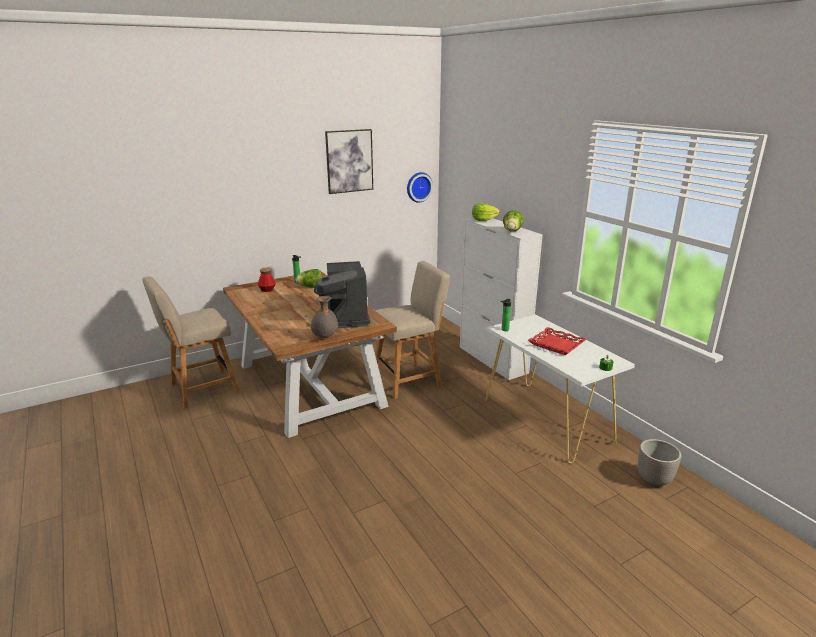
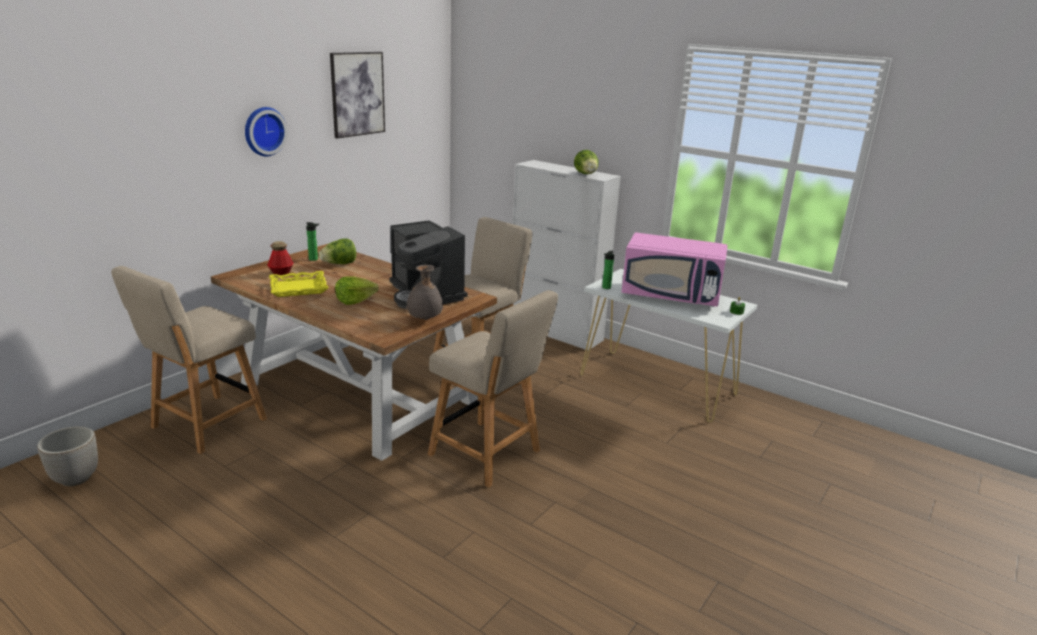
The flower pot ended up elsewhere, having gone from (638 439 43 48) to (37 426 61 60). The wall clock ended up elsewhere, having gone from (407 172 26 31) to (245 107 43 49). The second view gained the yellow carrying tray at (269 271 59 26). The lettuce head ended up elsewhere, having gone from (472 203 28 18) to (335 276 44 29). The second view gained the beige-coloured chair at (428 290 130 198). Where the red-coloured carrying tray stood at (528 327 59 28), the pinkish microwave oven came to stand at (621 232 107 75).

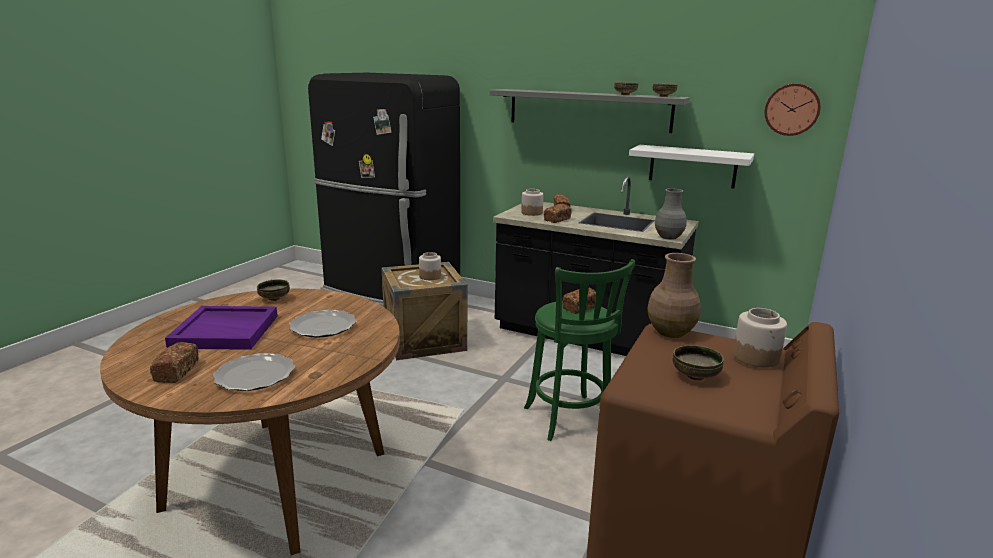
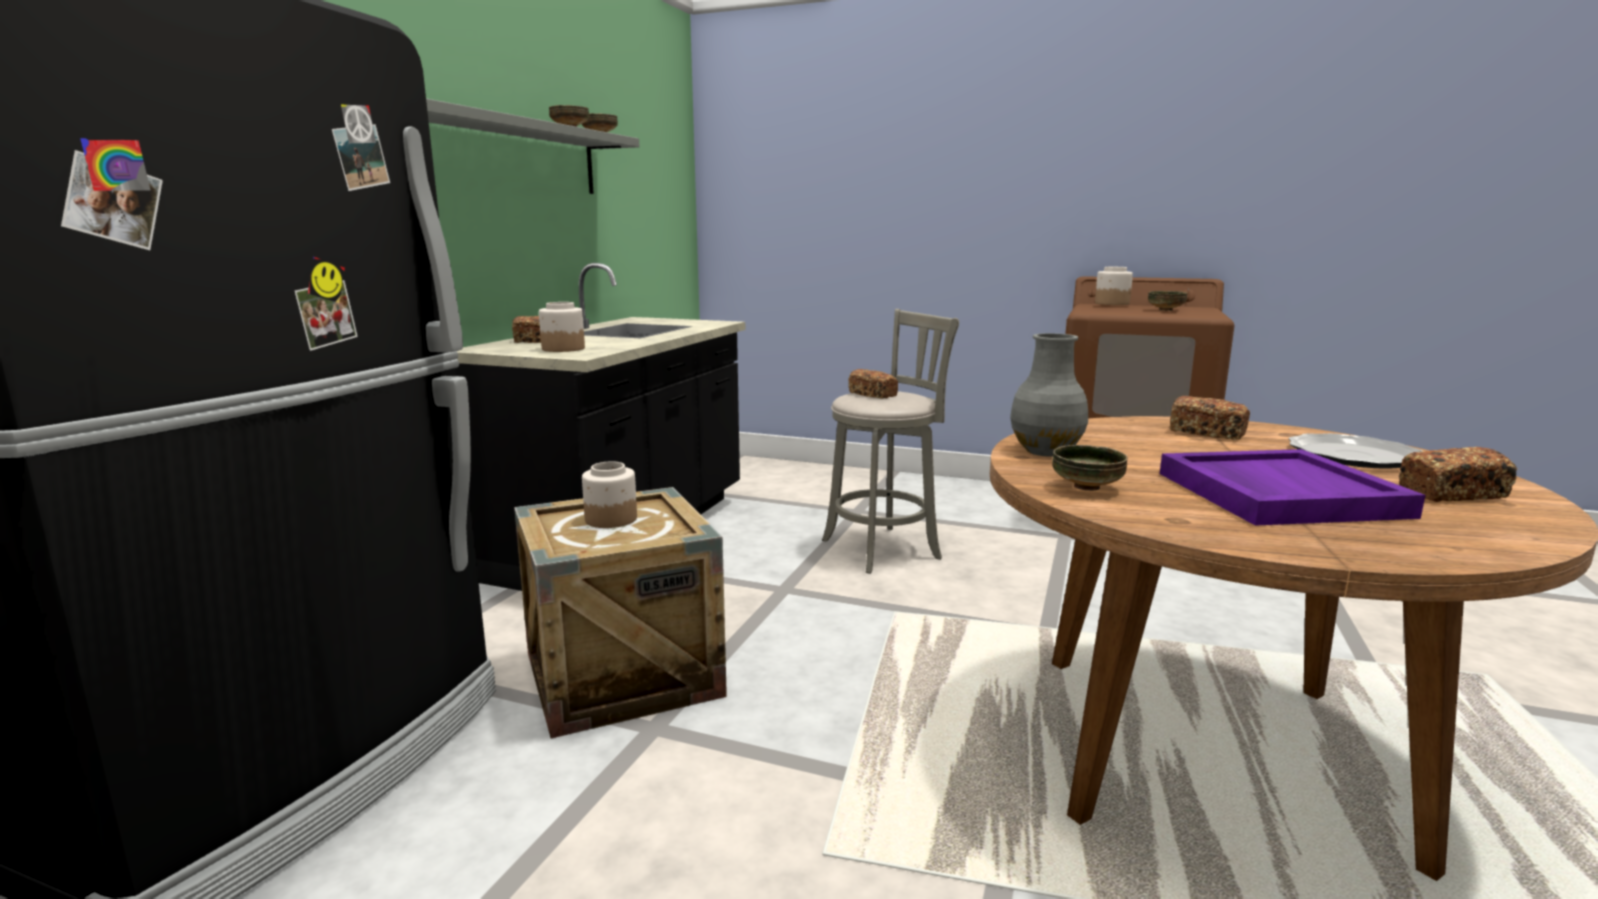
What was the green-coloured stool at (524 259 111 182) turned into the greyish stool at (822 309 137 265). The greyish decorative vase ended up elsewhere, having gone from (655 188 32 52) to (1010 333 78 124). The baked bread ended up elsewhere, having gone from (544 204 28 19) to (1170 396 80 44). The second view lost the dinner plate at (289 309 67 29). The second view lost the white-coloured bracket shelf at (629 145 125 44). The second view lost the brown-coloured decorative vase at (647 253 54 85). The second view lost the wall clock at (765 83 56 53).

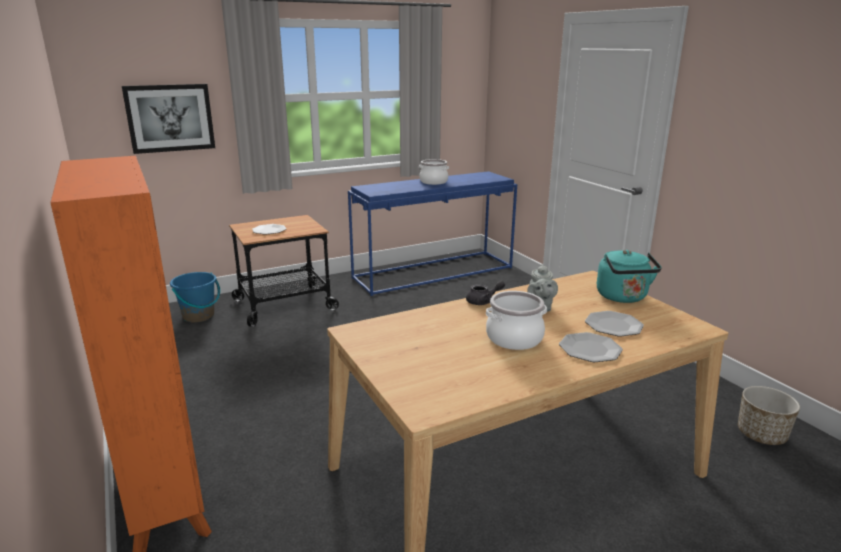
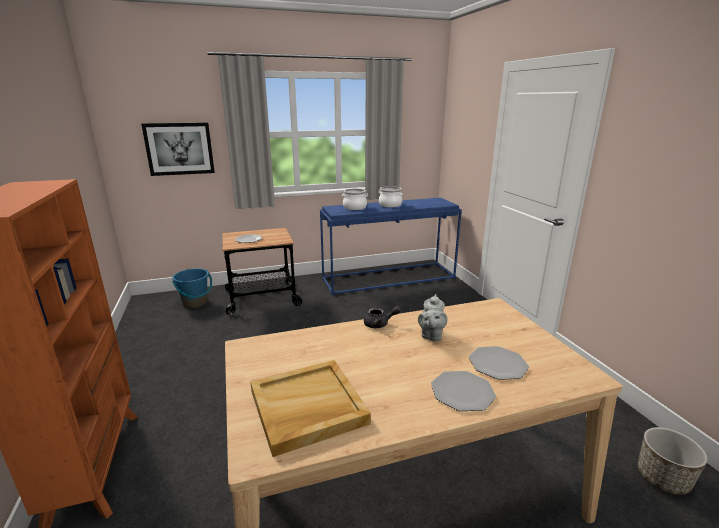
The second view gained the beige-coloured carrying tray at (250 360 121 97). The cooking pot ended up elsewhere, having gone from (486 291 61 59) to (342 188 26 22). The second view lost the turquoise-coloured kettle at (597 250 65 53).

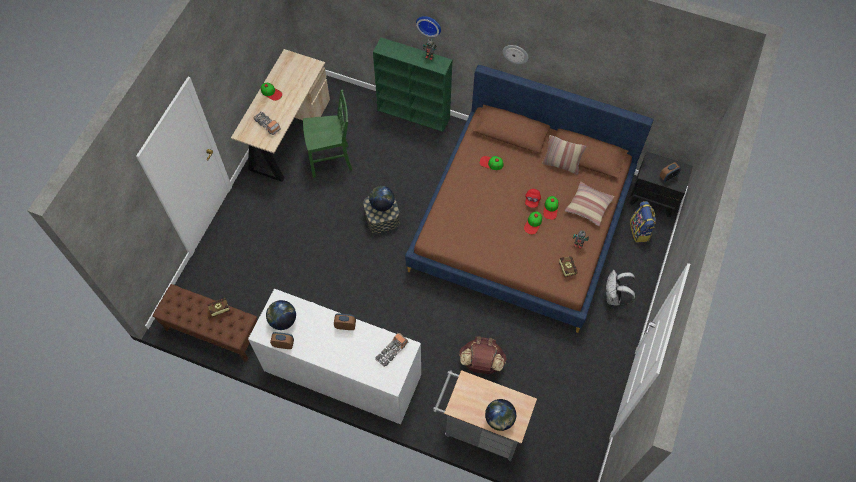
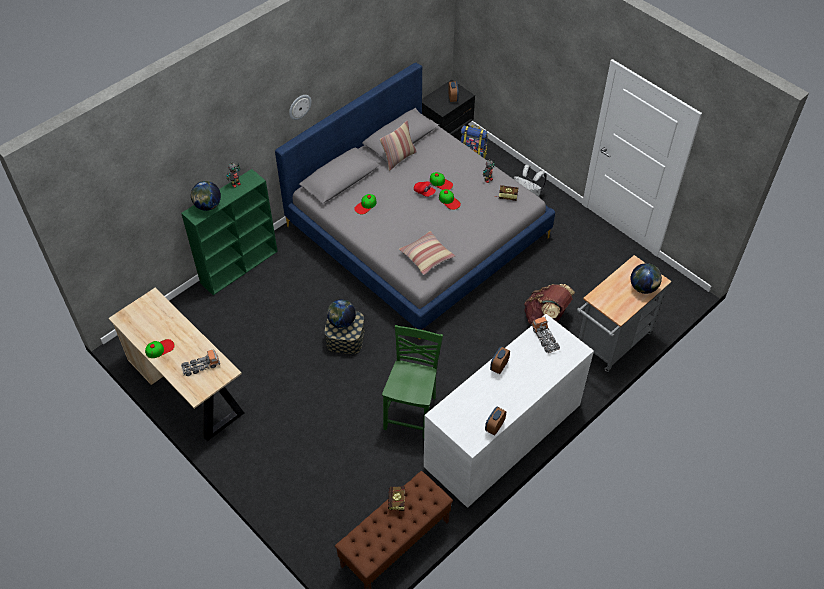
The desk globe ended up elsewhere, having gone from (266 300 30 30) to (191 181 30 30). What was the brown-coloured bedroom bed at (405 65 248 268) turned into the greyish bedroom bed at (275 63 280 277). The green-coloured chair ended up elsewhere, having gone from (303 89 49 89) to (382 325 61 114). The pillow ended up elsewhere, having gone from (565 182 49 44) to (399 231 56 44). The second view lost the wall clock at (416 16 25 21).

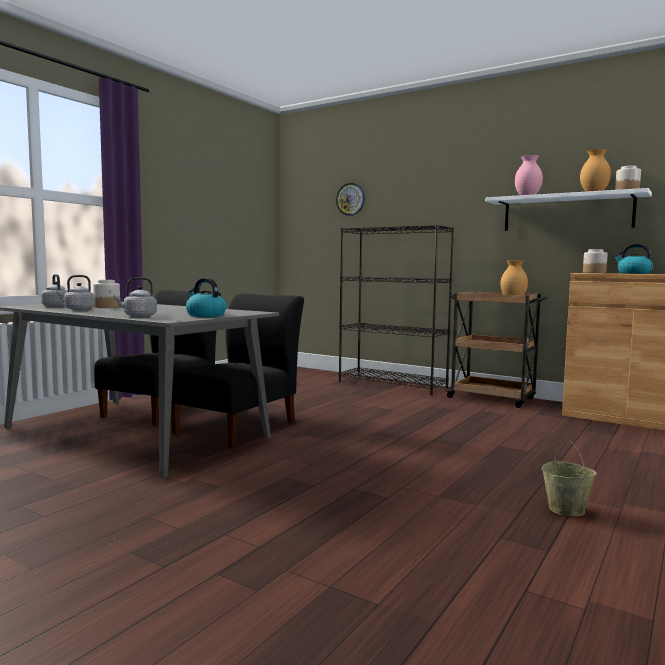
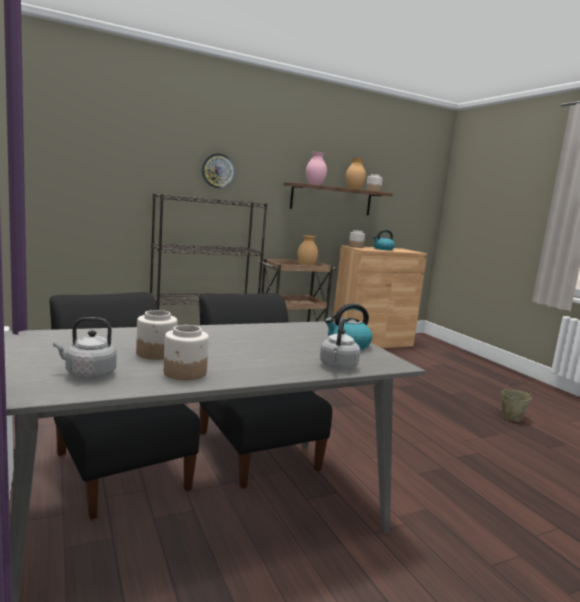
Where the greyish kettle stood at (56 275 39 35), the storage jar came to stand at (164 325 45 55). The wall clock ended up elsewhere, having gone from (336 183 29 33) to (202 153 33 36). What was the white-coloured bracket shelf at (485 188 167 43) turned into the brown-coloured bracket shelf at (283 182 110 33).

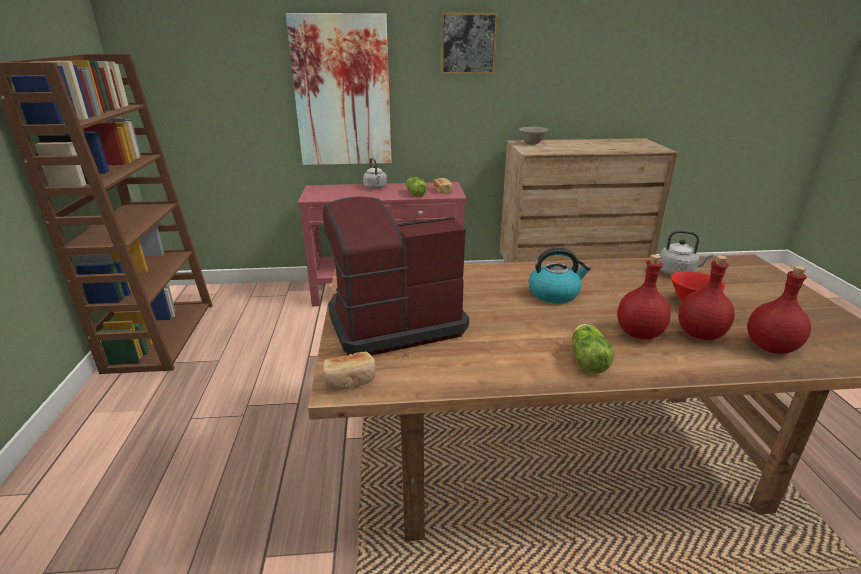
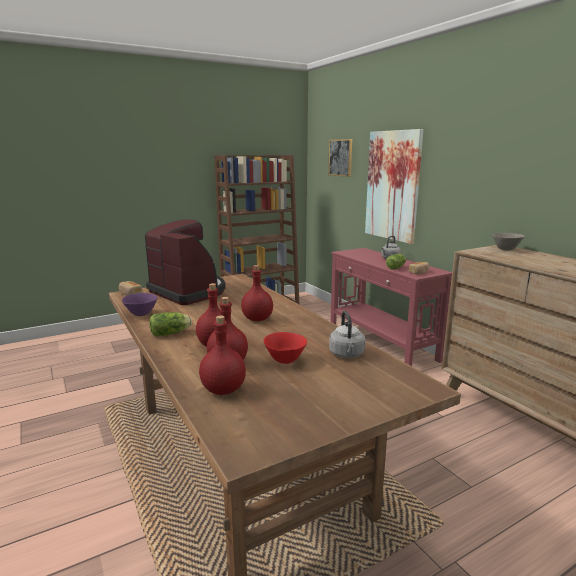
The second view gained the purple bowl at (122 293 35 23). Where the kettle stood at (529 248 62 55), the red-coloured drink bottle came to stand at (241 265 32 56). The wall art ended up elsewhere, having gone from (441 13 57 61) to (328 139 24 38).

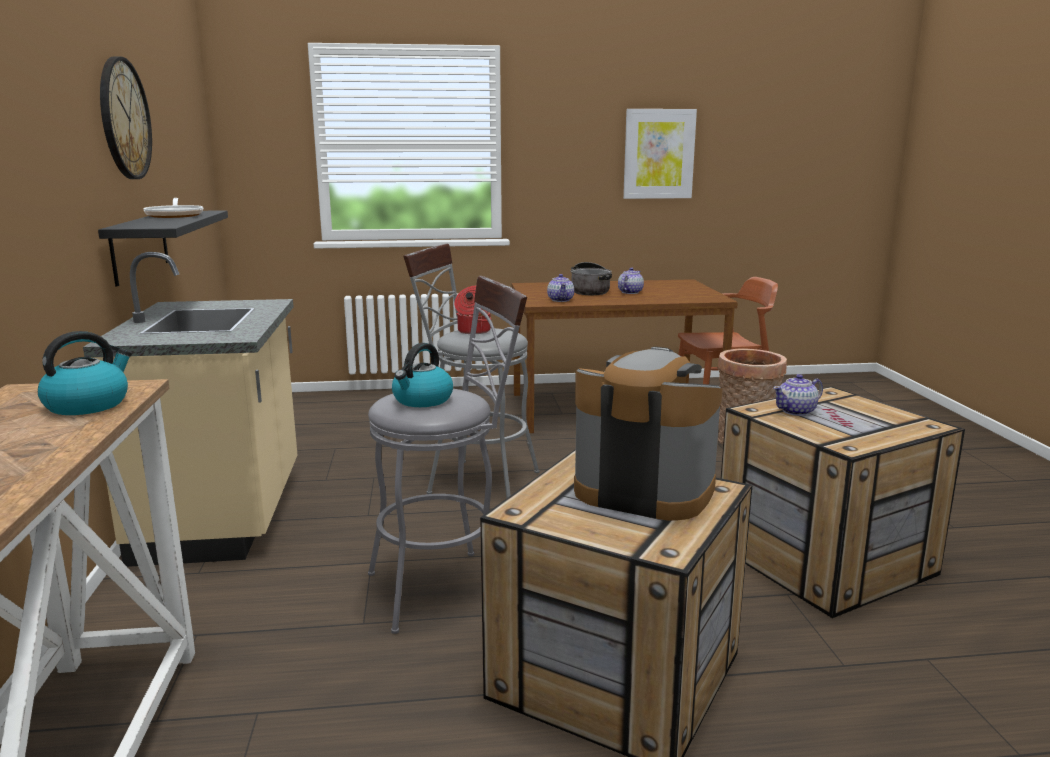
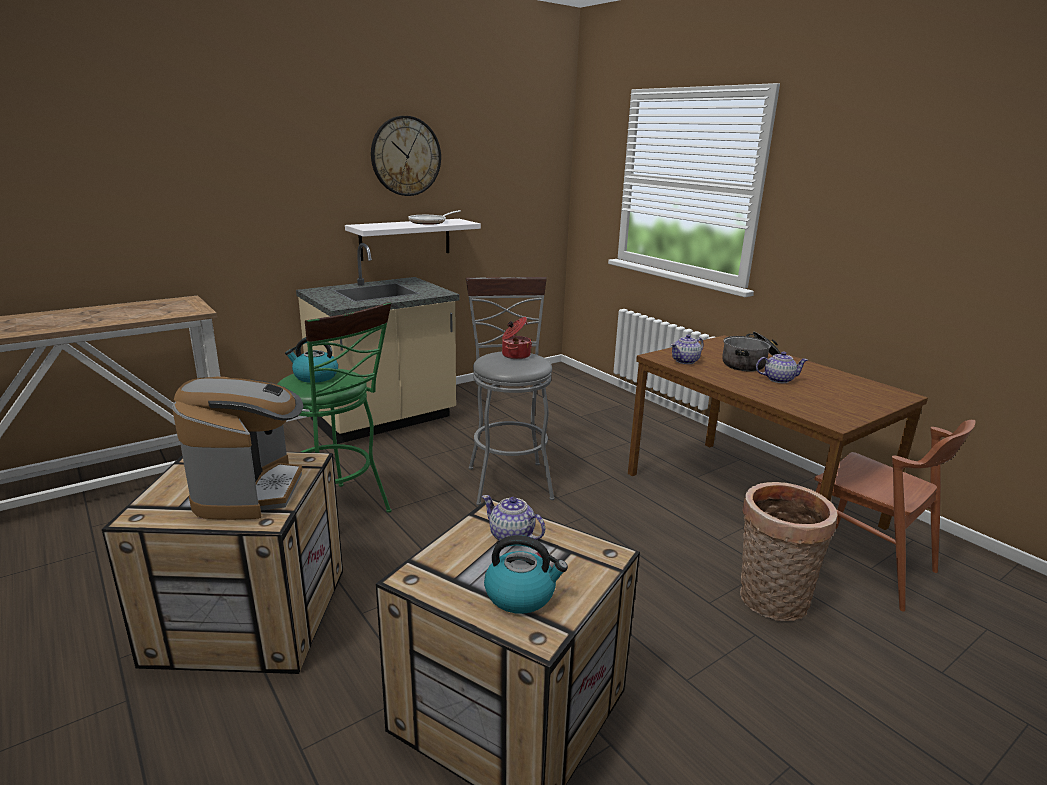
What was the greyish stool at (368 276 159 358) turned into the green-coloured stool at (278 302 113 211). What was the black bracket shelf at (98 210 130 77) turned into the white-coloured bracket shelf at (345 219 136 42). The kettle ended up elsewhere, having gone from (38 331 94 84) to (484 535 84 79). The second view lost the wall art at (623 109 74 90).

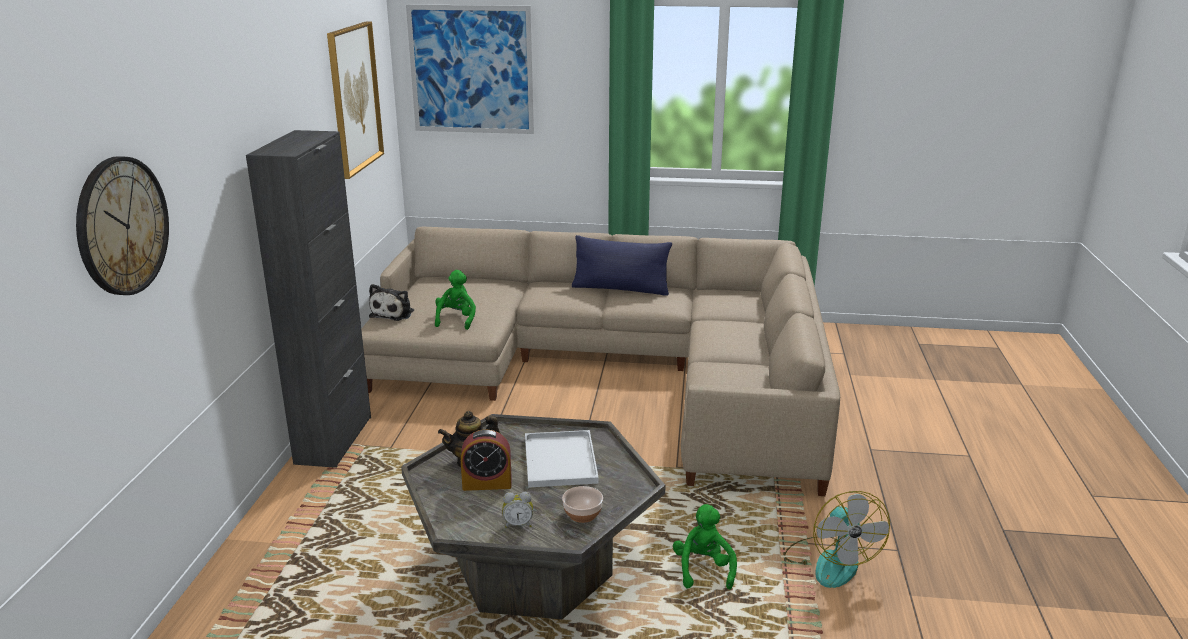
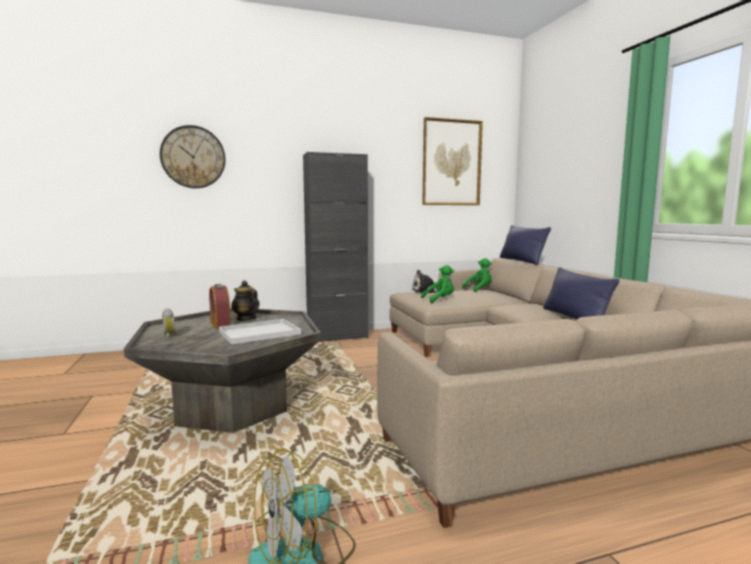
The green-coloured plush toy ended up elsewhere, having gone from (673 504 64 85) to (462 258 30 34). The second view gained the bluish pillow at (500 225 51 40). The second view lost the wall art at (406 4 128 130). The second view lost the bowl at (562 486 41 37).

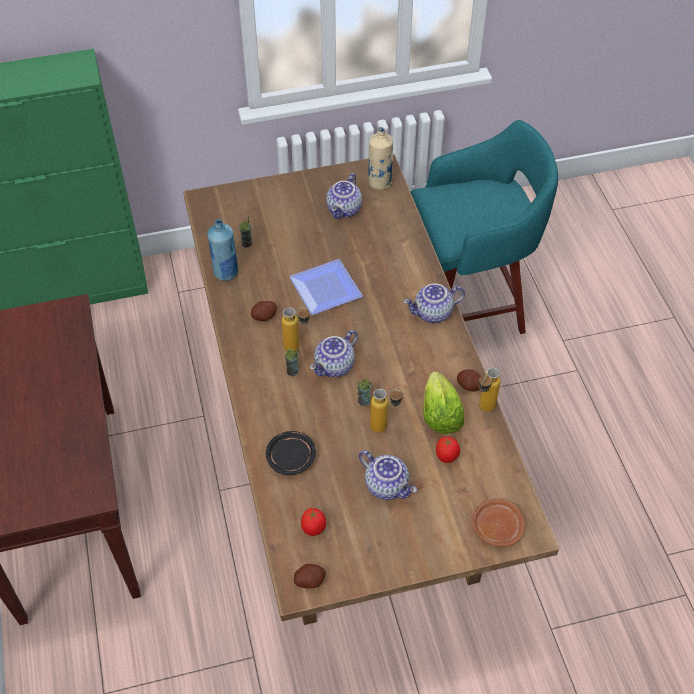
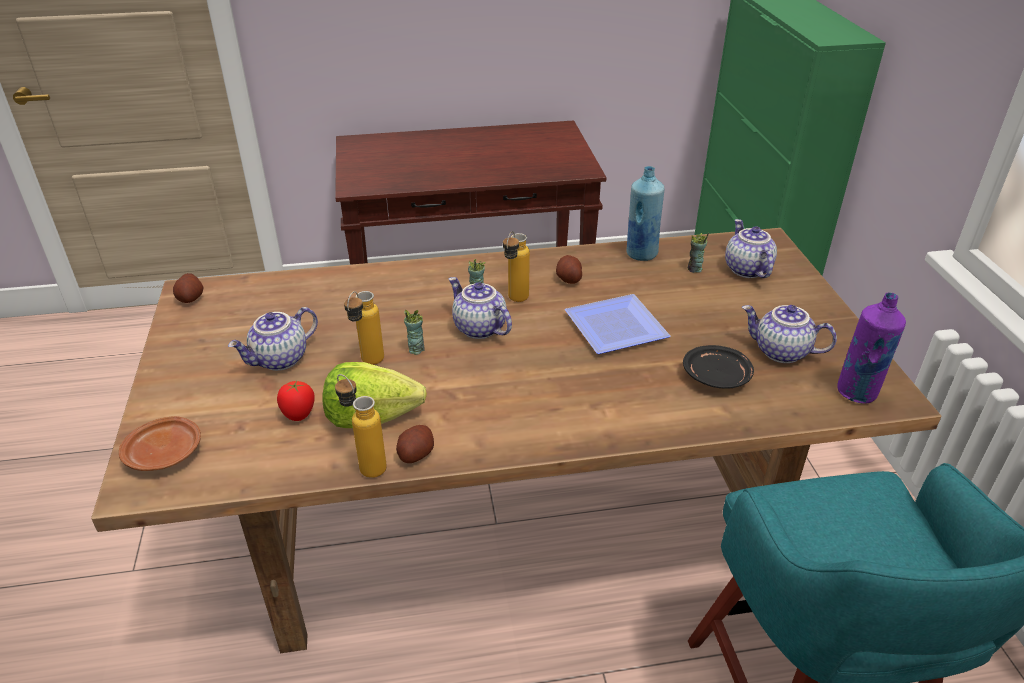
The black dinner plate ended up elsewhere, having gone from (266 431 50 44) to (683 345 71 44). The teapot ended up elsewhere, having gone from (403 284 62 39) to (725 219 52 59). What was the beige-coloured drink bottle at (368 127 25 63) turned into the purple drink bottle at (837 293 69 111). The second view lost the whole tomato at (301 508 25 28).

